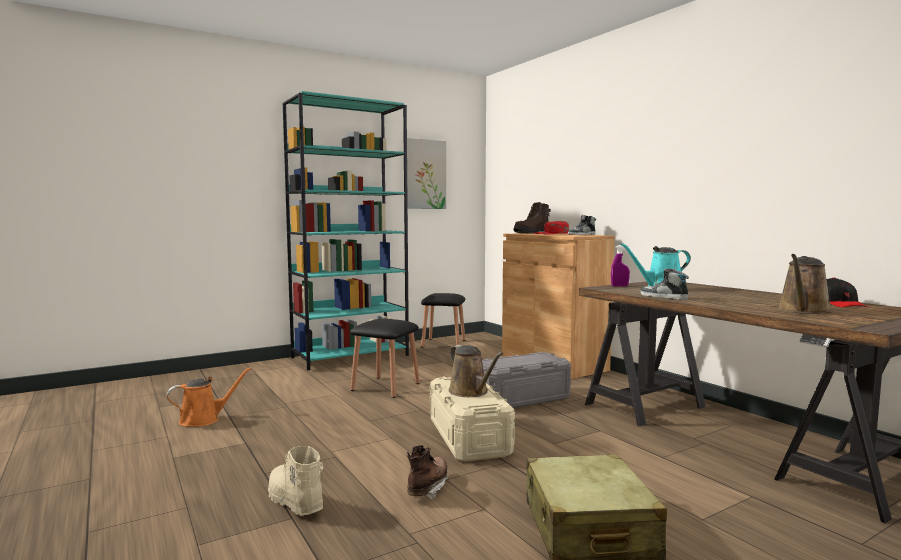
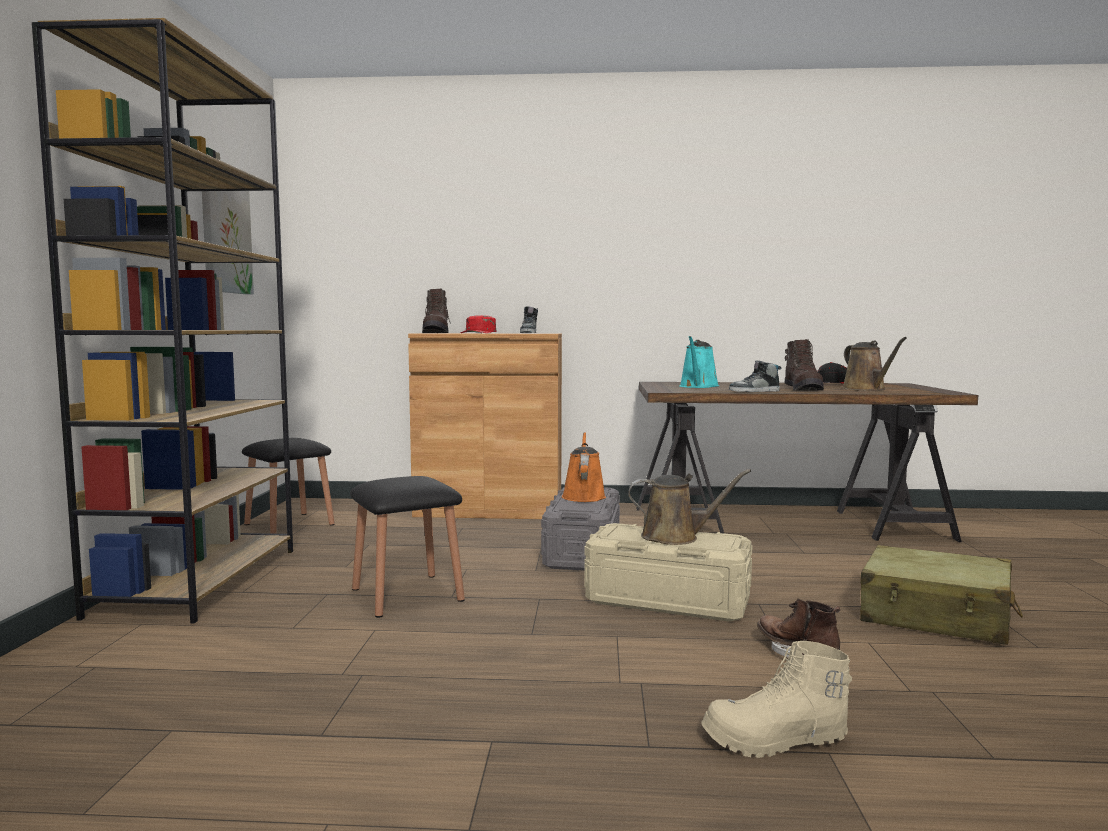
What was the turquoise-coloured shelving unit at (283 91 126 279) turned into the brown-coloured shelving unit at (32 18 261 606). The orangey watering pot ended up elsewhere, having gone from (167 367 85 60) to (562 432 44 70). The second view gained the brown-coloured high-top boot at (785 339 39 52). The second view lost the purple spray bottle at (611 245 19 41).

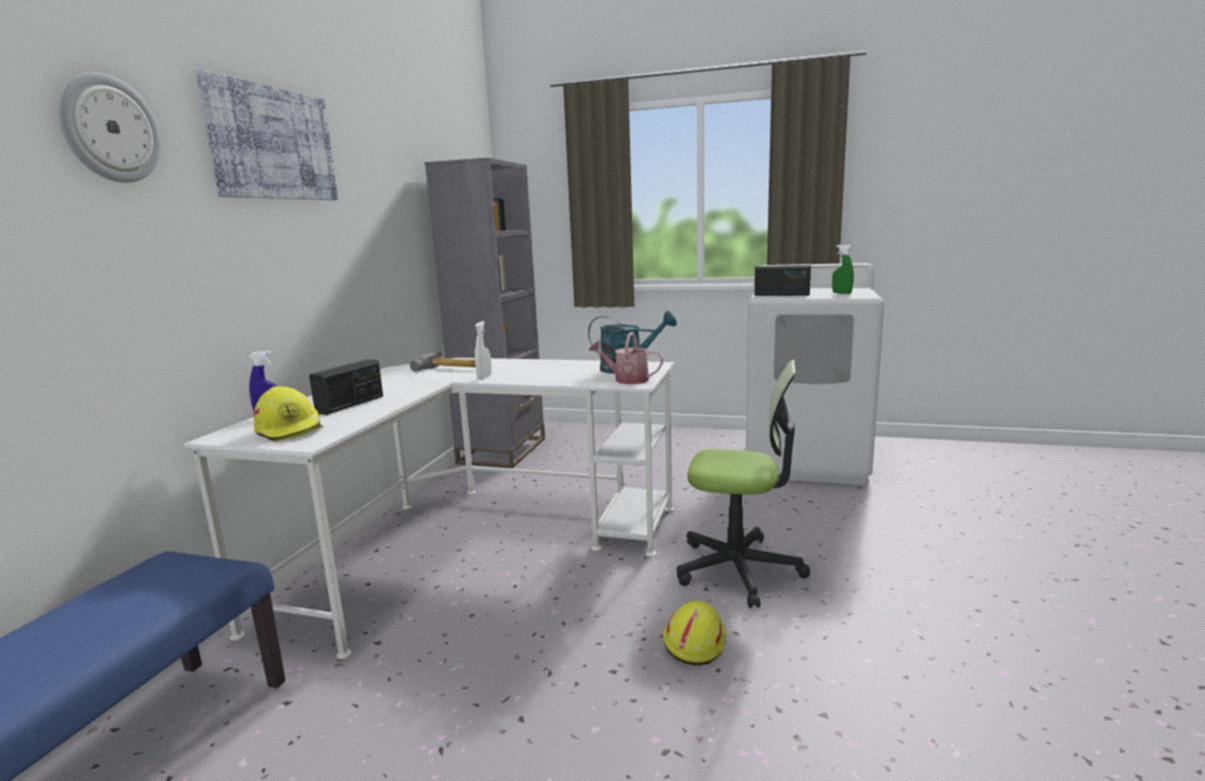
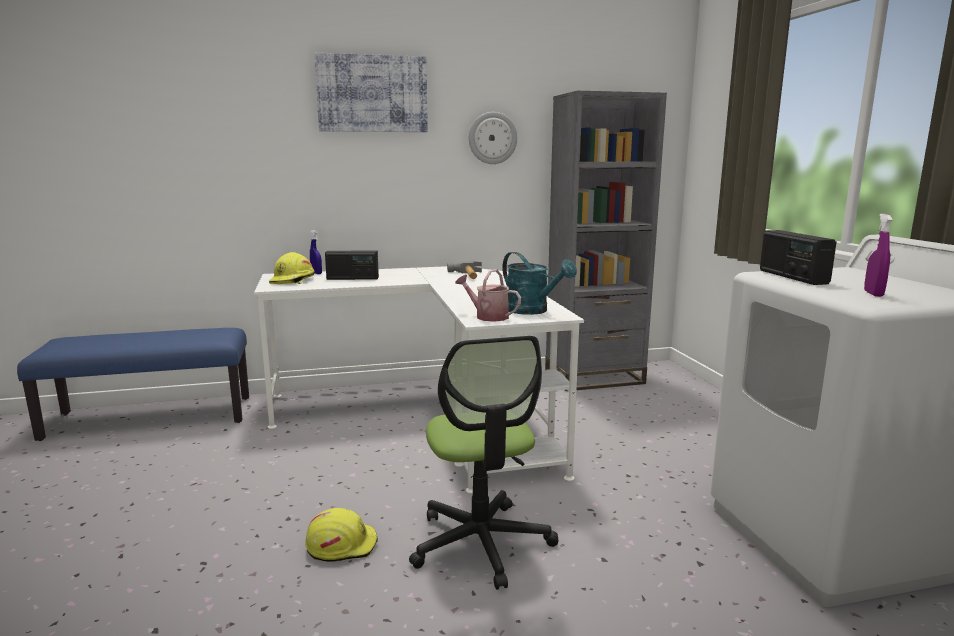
The watering pot at (589 332 74 52) ended up facing another way, 45 degrees counterclockwise from before. The wall clock ended up elsewhere, having gone from (58 72 103 111) to (469 112 48 52). What was the green-coloured spray bottle at (832 245 22 49) turned into the purple spray bottle at (864 214 29 83). The second view lost the white-coloured spray bottle at (475 321 17 58).

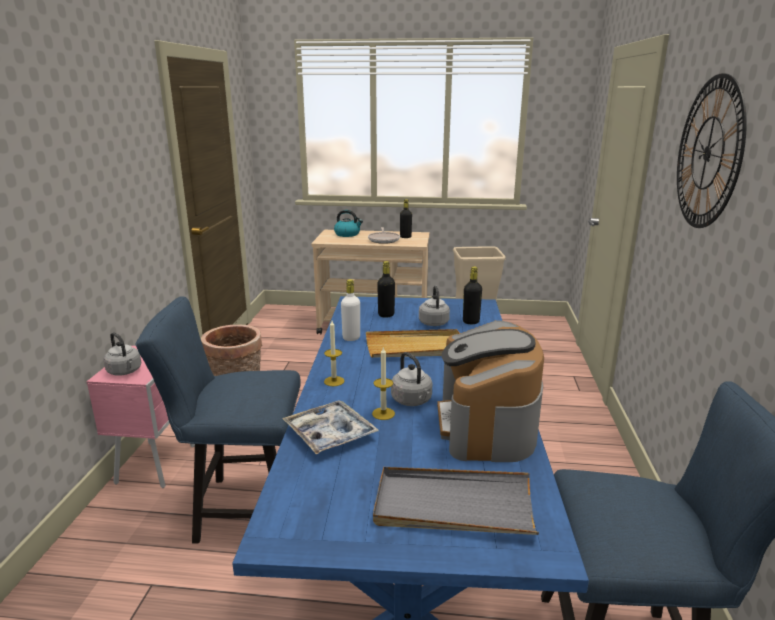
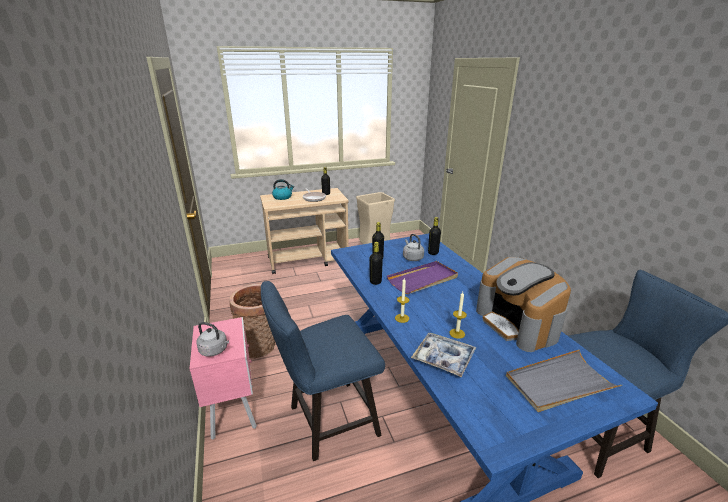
What was the white-coloured drink bottle at (341 279 19 62) turned into the black drink bottle at (370 242 13 43). What was the beige-coloured carrying tray at (366 329 94 29) turned into the purple carrying tray at (387 261 71 33). The second view lost the greyish kettle at (391 352 41 54). The second view lost the wall clock at (677 73 70 155).

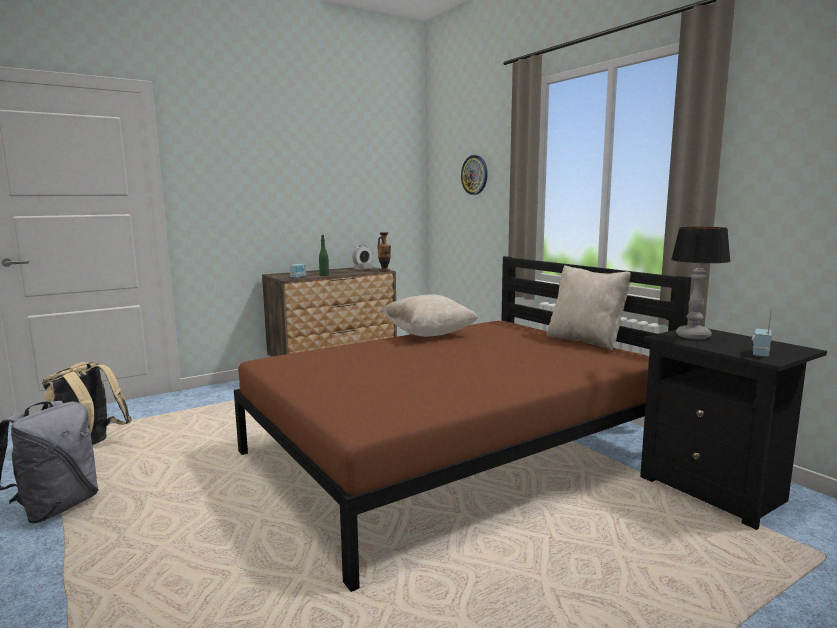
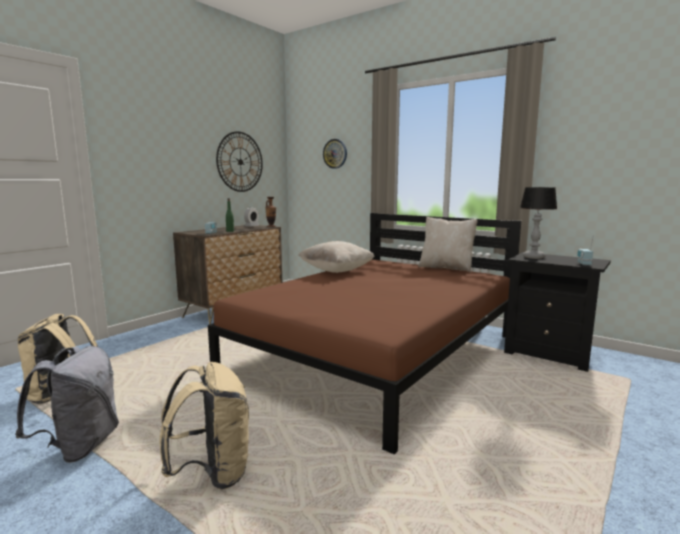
The second view gained the beige-coloured knapsack at (159 362 91 128). The second view gained the wall clock at (216 131 47 61).

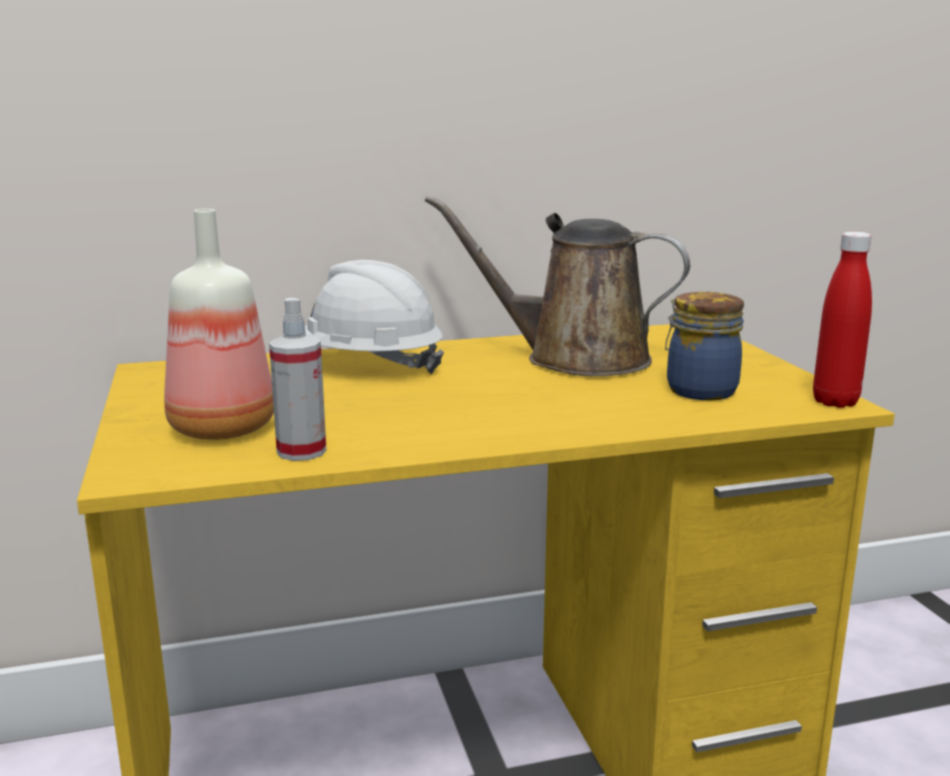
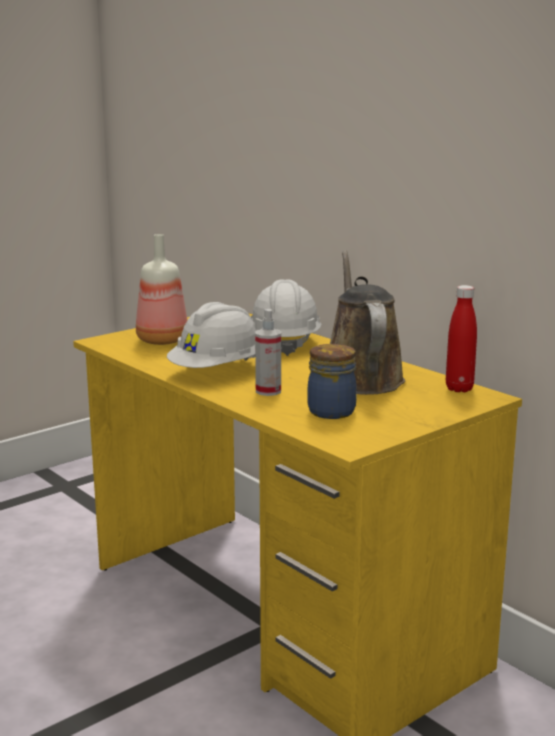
The second view gained the white-coloured safety helmet at (167 302 89 66). The spray bottle ended up elsewhere, having gone from (269 298 57 163) to (255 309 26 87). The red-coloured drink bottle ended up elsewhere, having gone from (813 232 59 176) to (446 285 31 107).

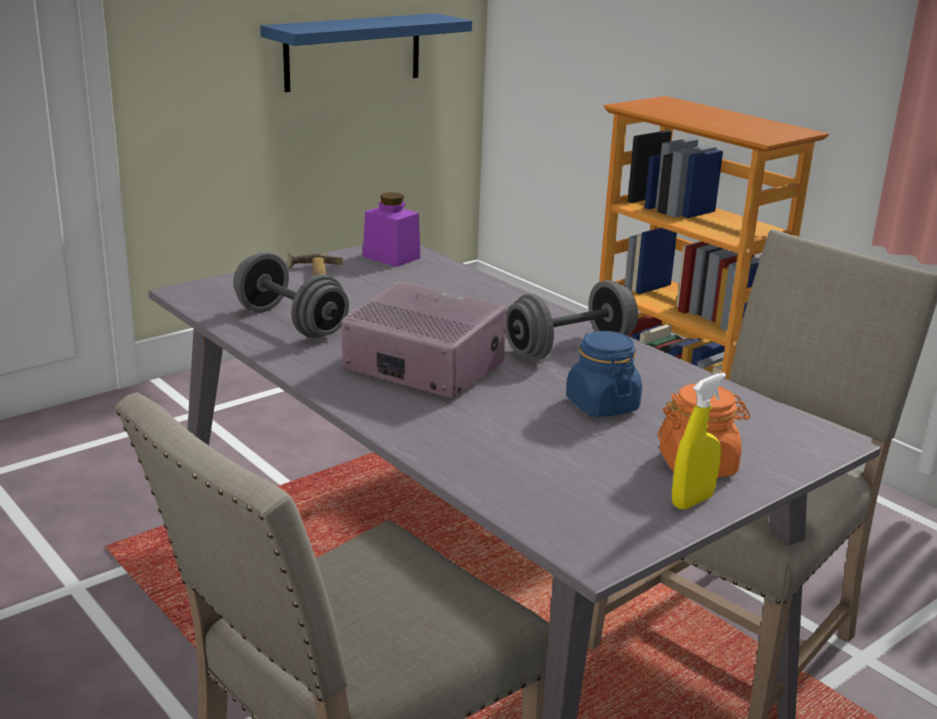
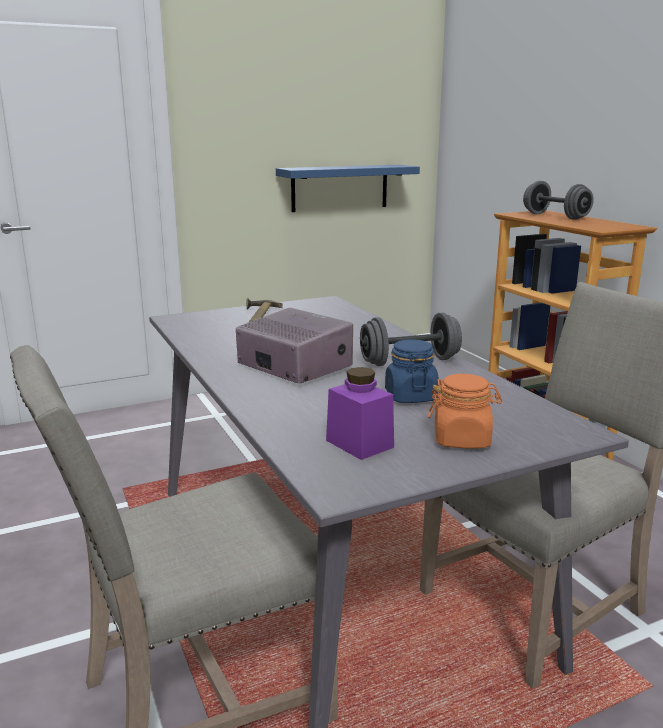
The purple storage jar ended up elsewhere, having gone from (363 192 57 75) to (326 367 68 93). The greyish hand weight ended up elsewhere, having gone from (233 252 116 86) to (523 181 71 39). The second view lost the yellow spray bottle at (672 372 54 137).

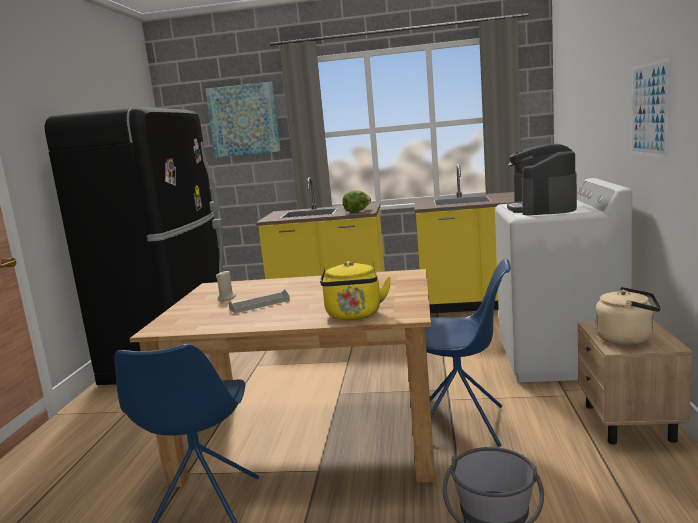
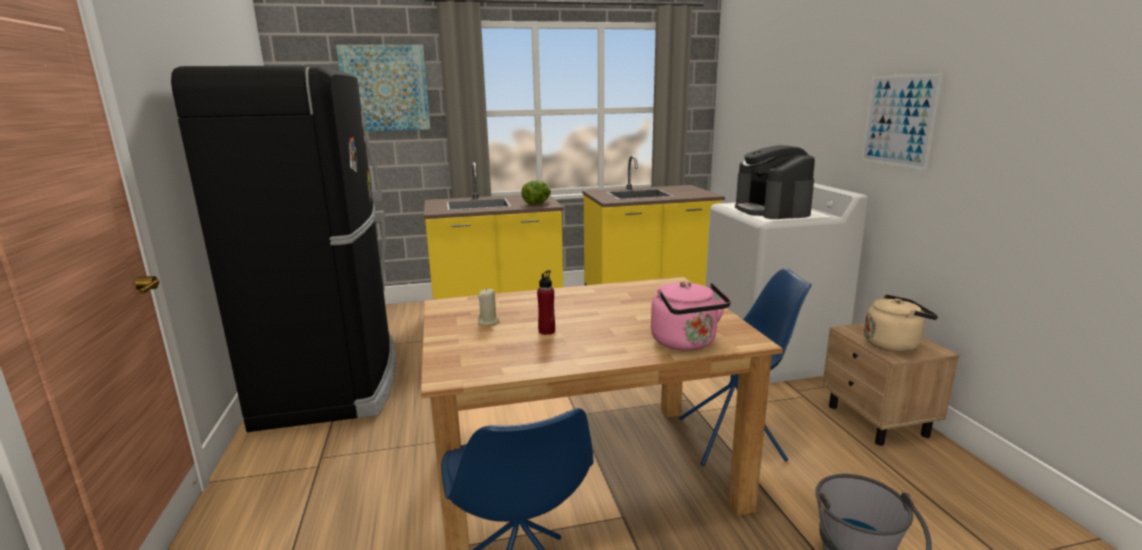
Where the greyish carrying tray stood at (229 290 61 24), the red-coloured drink bottle came to stand at (537 270 18 65). What was the yellow kettle at (320 261 71 59) turned into the pinkish kettle at (651 281 80 70).

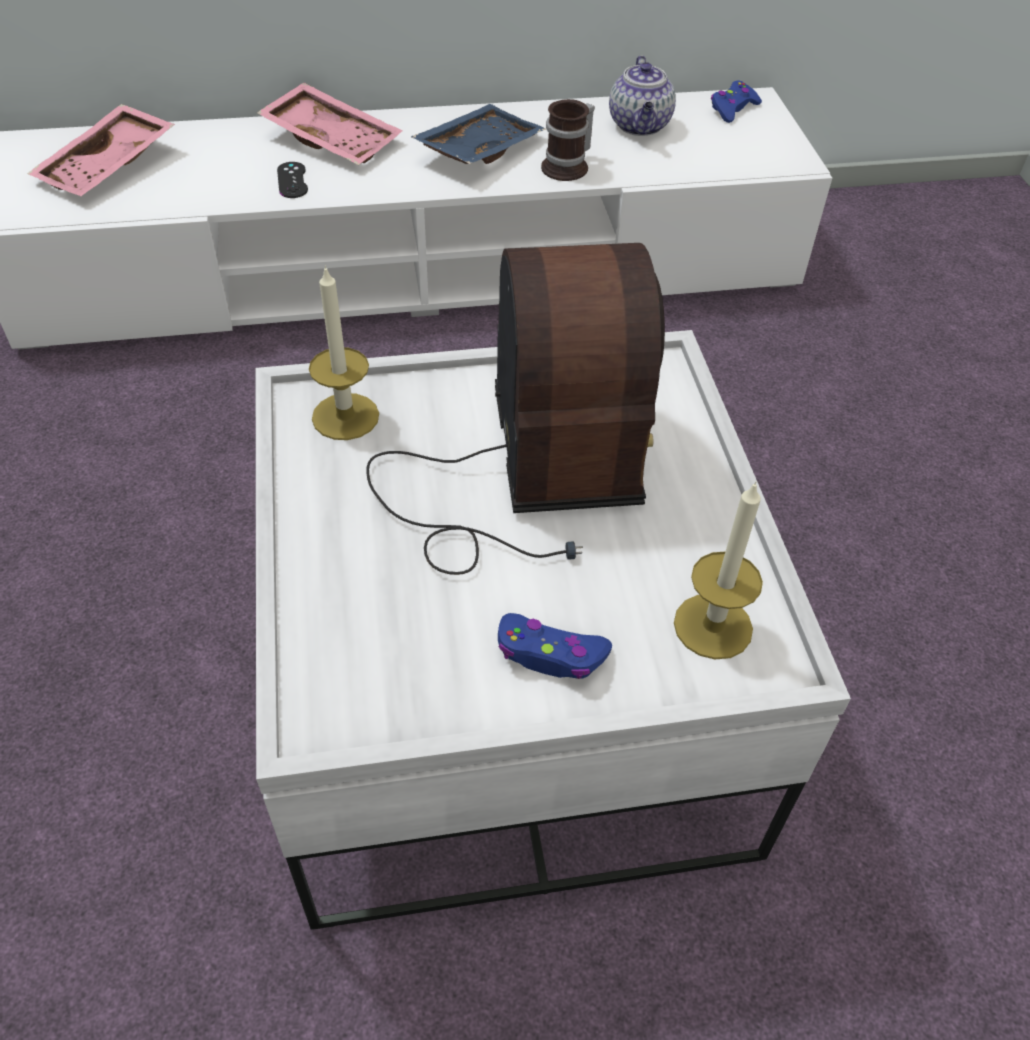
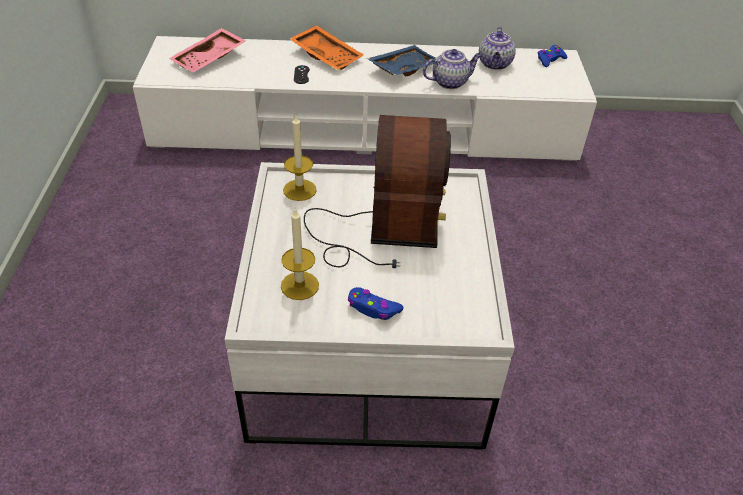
The wax candle ended up elsewhere, having gone from (674 481 89 178) to (281 208 38 92). What was the pinkish carrying tray at (257 83 146 82) turned into the orangey carrying tray at (290 25 74 45). Where the mug stood at (541 99 54 82), the teapot came to stand at (423 49 59 40).

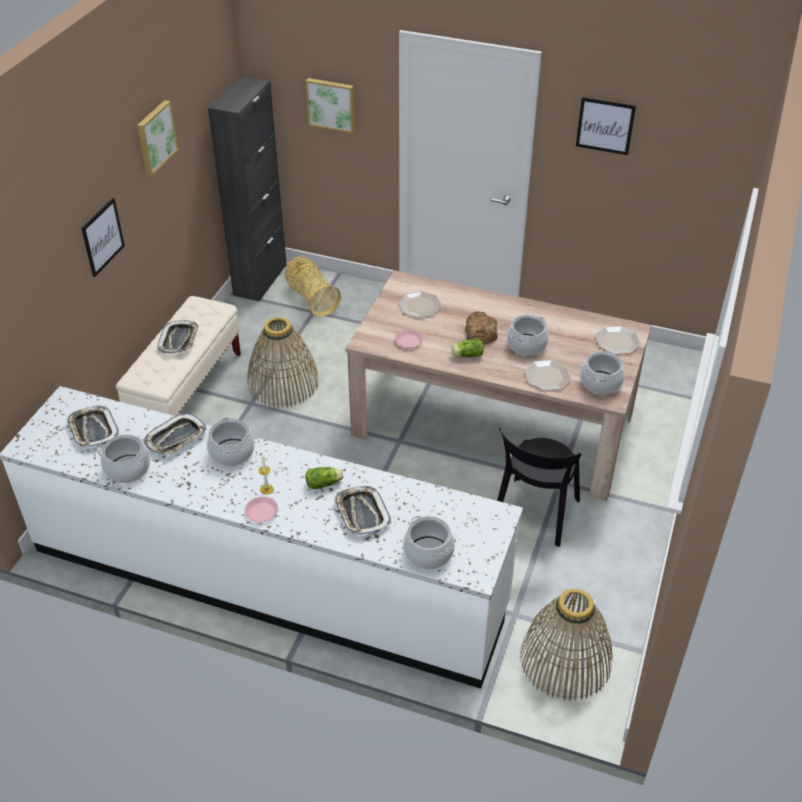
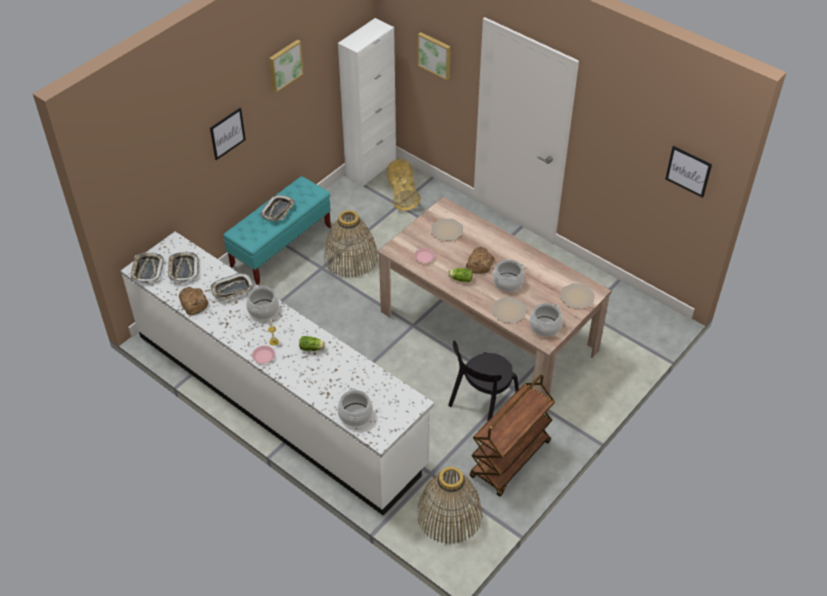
The carrying tray ended up elsewhere, having gone from (333 486 59 51) to (131 253 33 31). Where the cooking pot stood at (97 434 53 49), the baked bread came to stand at (179 287 29 28). What was the beige-coloured bench at (116 296 125 120) turned into the turquoise-coloured bench at (223 176 108 109). What was the black cupboard at (208 76 79 225) turned into the white-coloured cupboard at (338 18 58 168). The second view gained the brown-coloured wheeled cart at (470 374 85 123). The wall art ended up elsewhere, having gone from (576 97 60 58) to (665 146 47 52).

